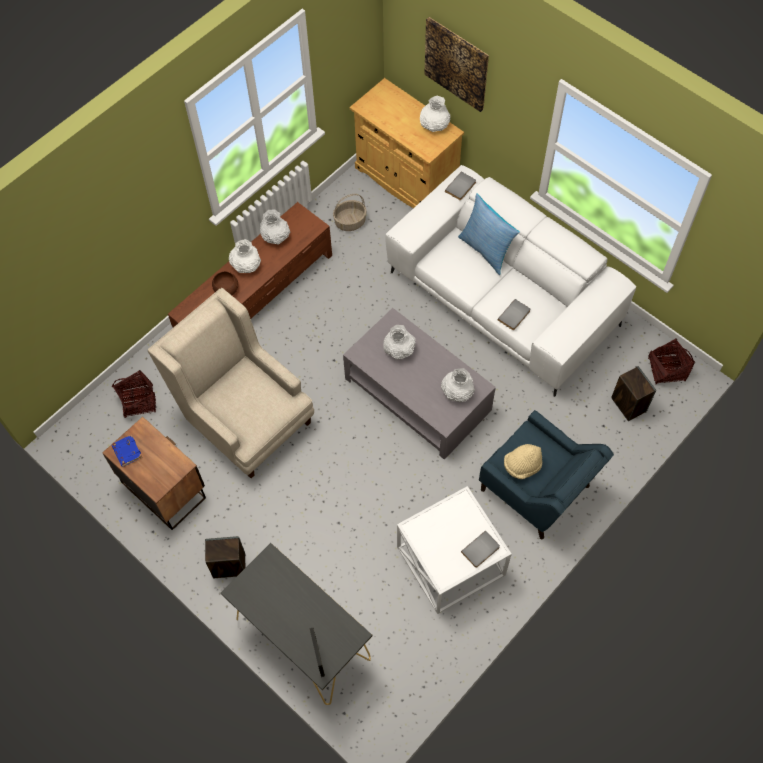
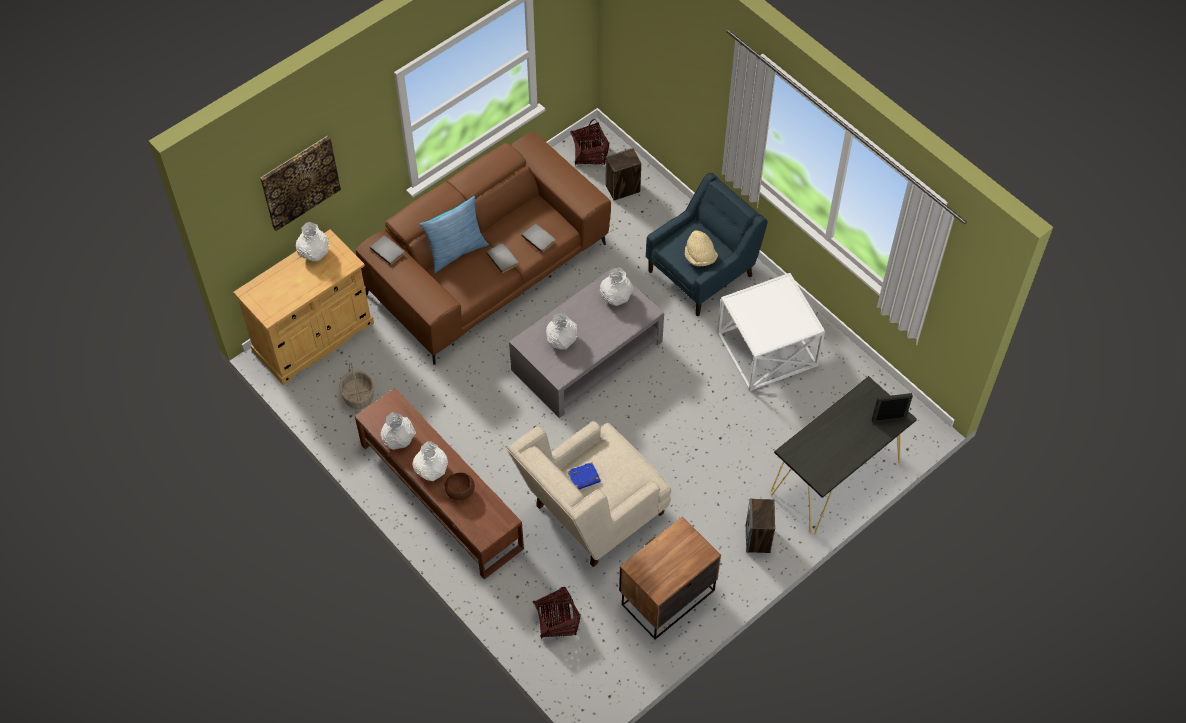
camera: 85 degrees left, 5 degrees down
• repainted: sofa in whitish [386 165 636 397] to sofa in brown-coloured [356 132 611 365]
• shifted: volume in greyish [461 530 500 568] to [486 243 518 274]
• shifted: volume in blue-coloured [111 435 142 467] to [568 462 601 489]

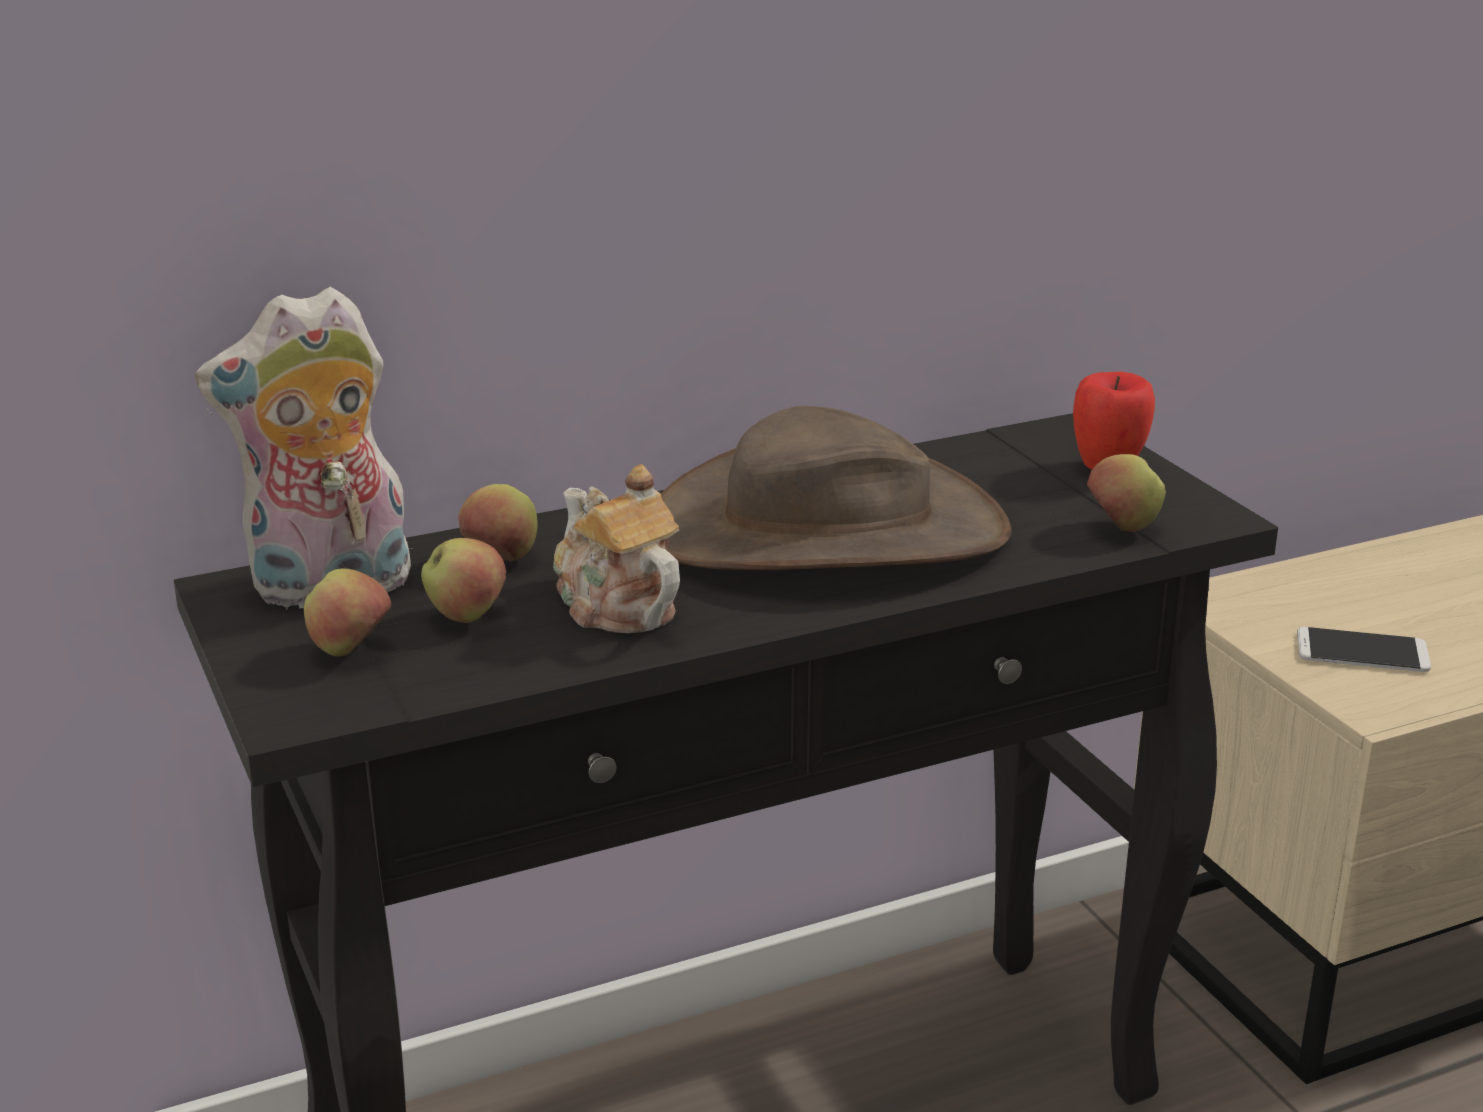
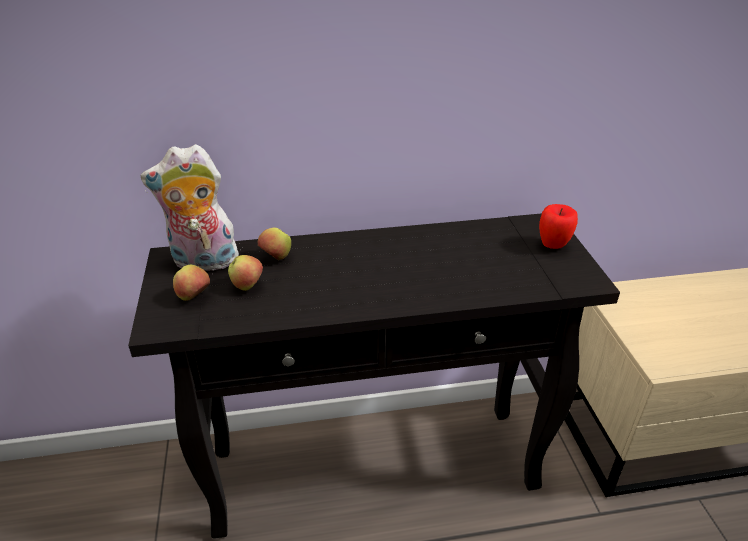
camera: 15 degrees right, 10 degrees up
• gone: tea pot [553 464 680 633]
• gone: clothing hat in brown-coloured [661 406 1012 570]
• gone: apple fruit [1087 454 1166 532]
• gone: telephone [1297 627 1431 672]

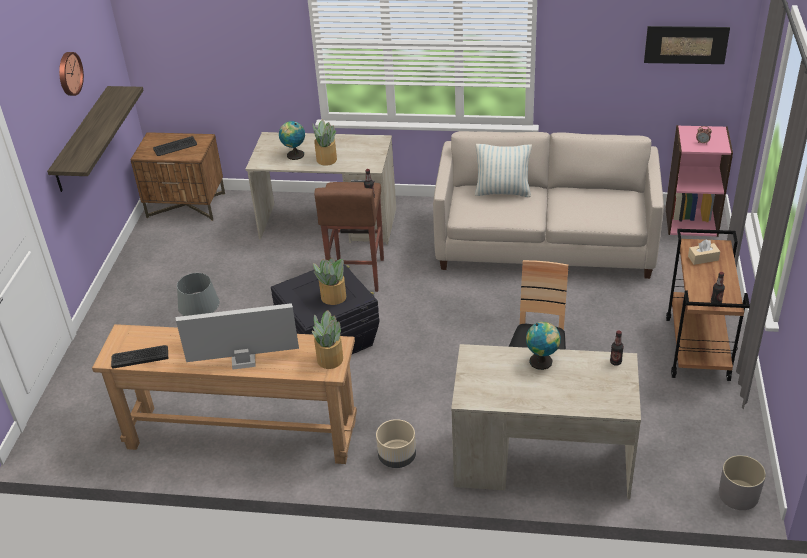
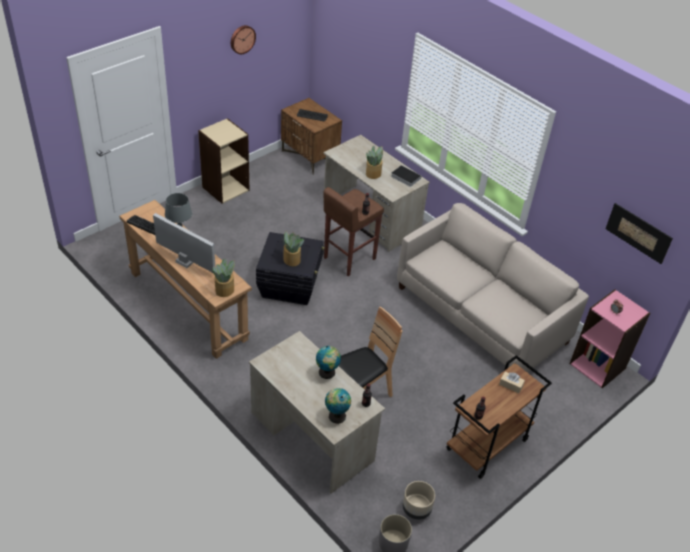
camera: 35 degrees right, 5 degrees up
• new: shelving unit in beige-coloured [198 118 250 204]
• shifted: world globe [279 121 305 160] to [325 388 351 424]
• new: volume [391 165 421 187]
• shifted: planter in beige-coloured [376 419 416 468] to [402 481 435 520]
• gone: bracket shelf [47 86 144 192]
• gone: throw pillow [475 144 532 197]

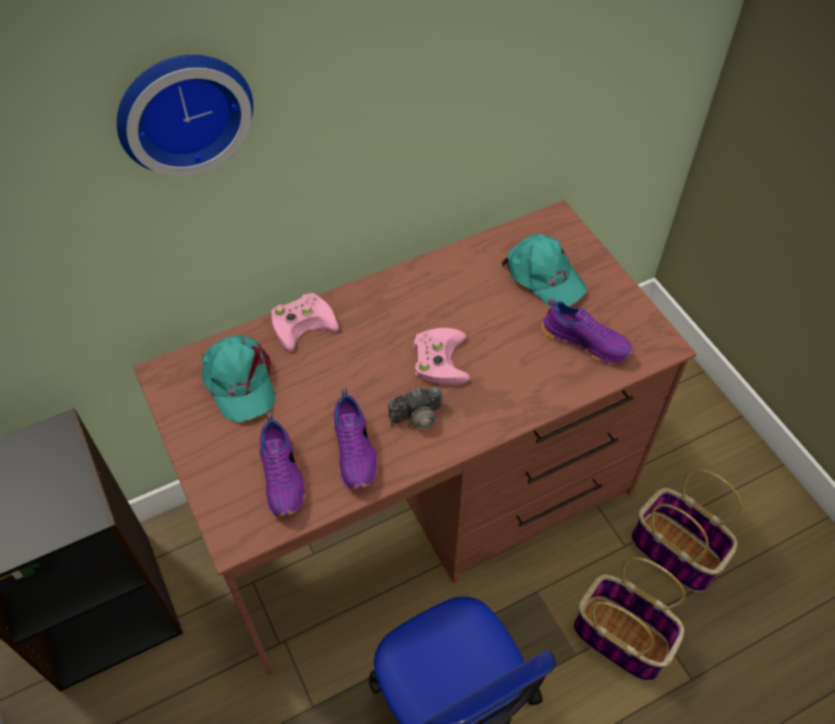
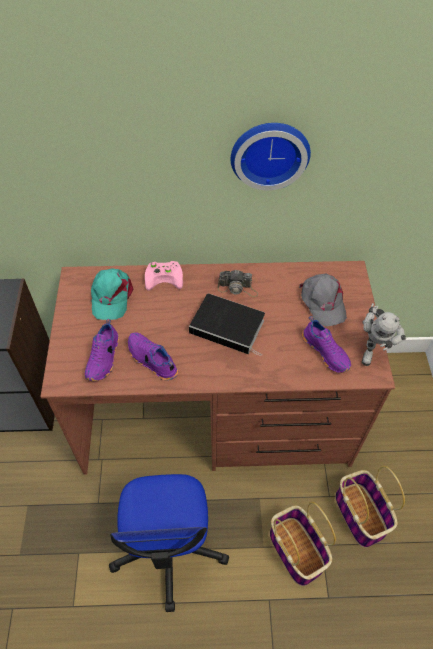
camera: 25 degrees right, 0 degrees up
• rotated: item of footwear in purplish [333 388 378 489] = [128 332 178 381] 120 degrees clockwise
• swapped: joypad in pink [414 328 470 384] to volume [189 293 265 356]
• shifted: photo camera [388 386 460 434] to [218 270 258 297]
• shifted: wall clock [117 55 253 176] to [231 123 311 190]
• repainted: cap in blue-green [501 234 587 306] to cap in greyish [299 274 347 327]
• new: robot figure [362 303 406 366]

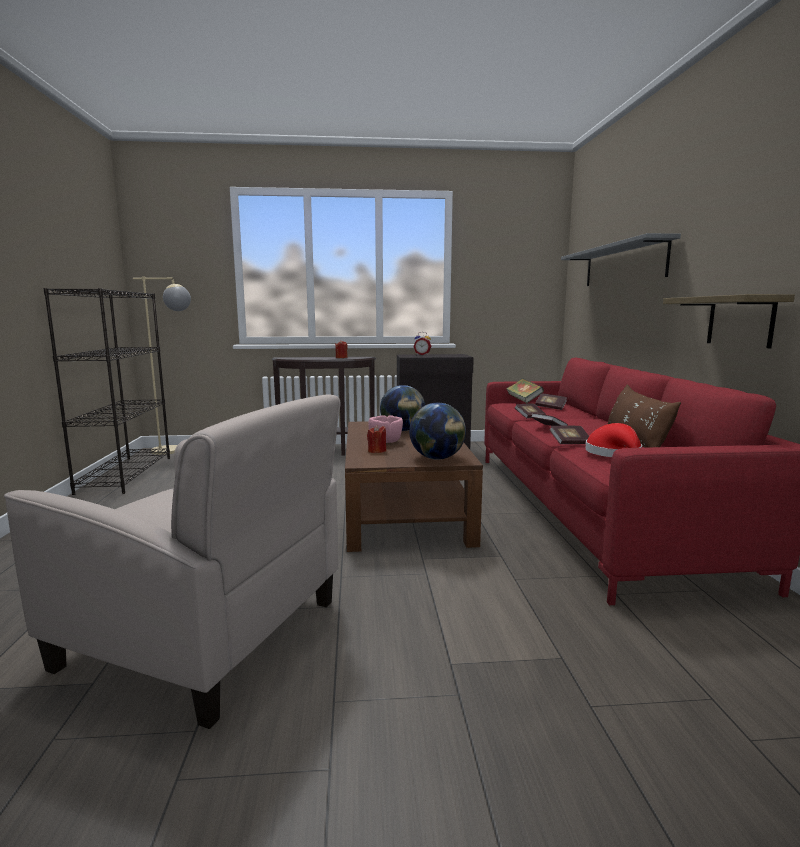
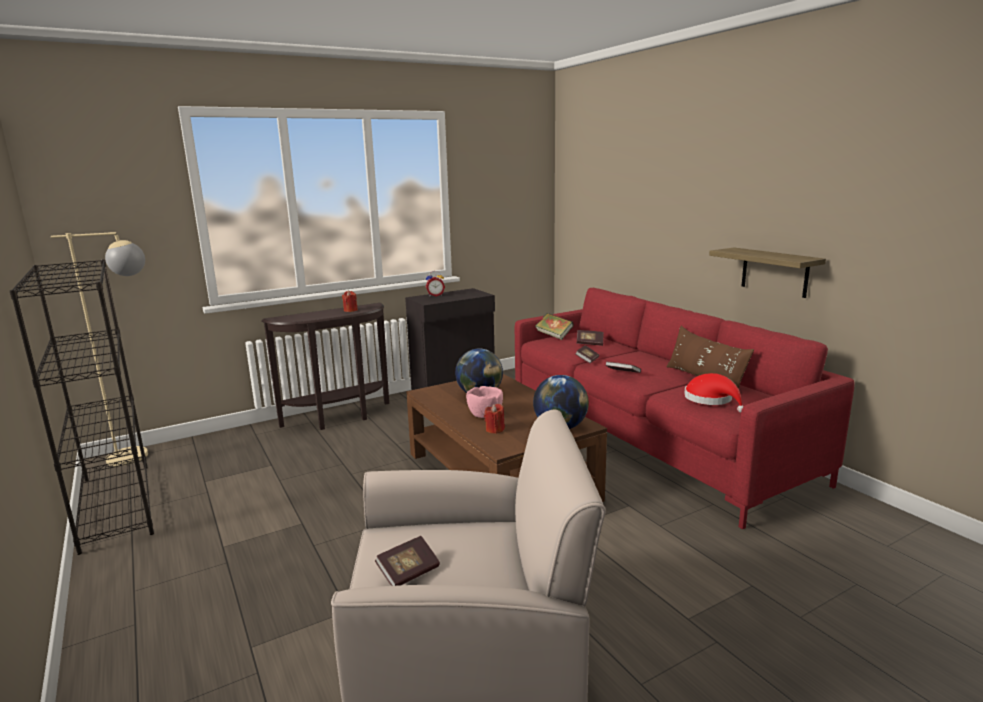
camera: 25 degrees left, 5 degrees up
• shifted: volume [550 426 589 444] to [375 536 440 586]
• gone: bracket shelf in greyish [561 233 681 286]

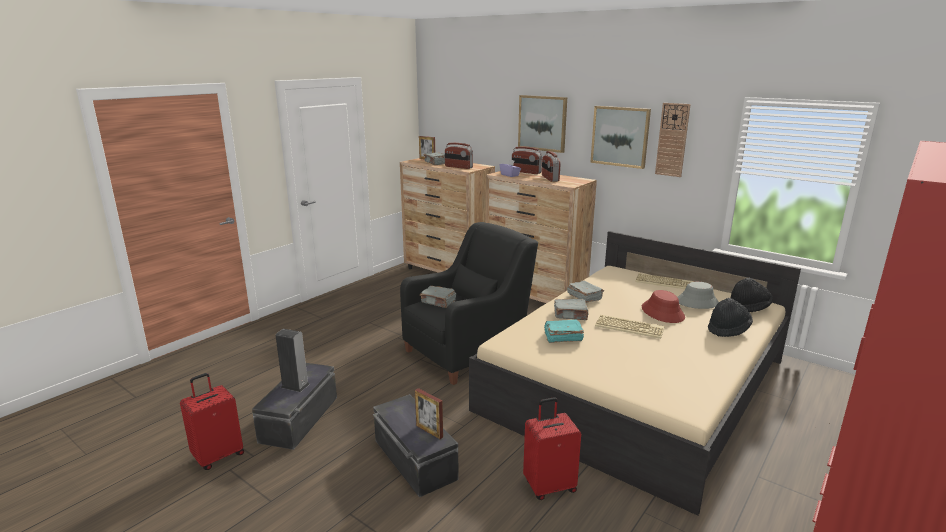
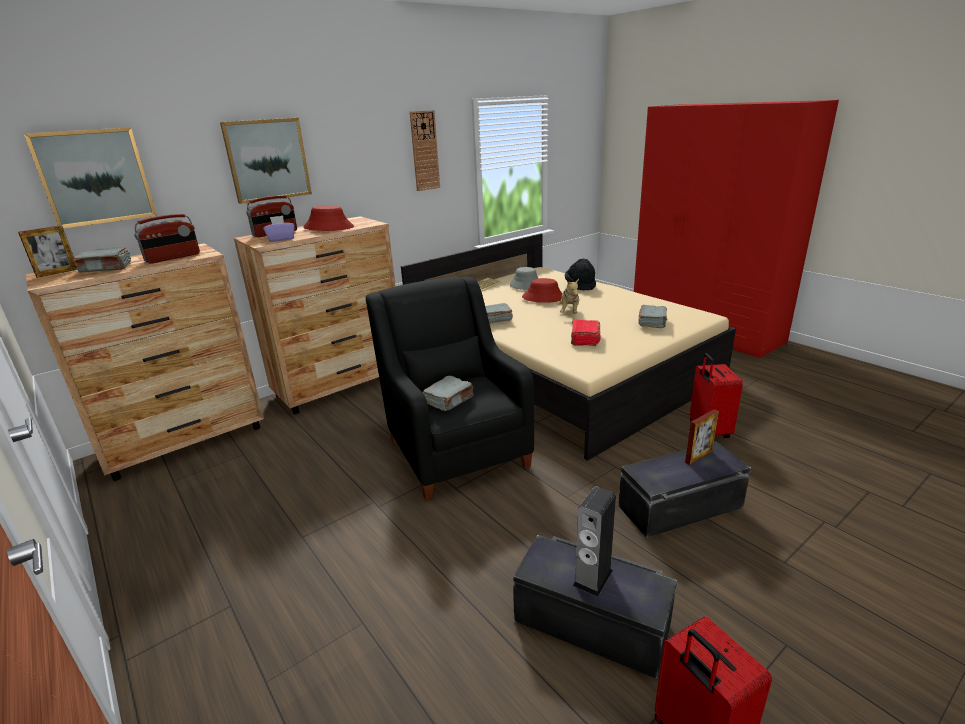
camera: 75 degrees left, 5 degrees up
• shifted: wall picture [590 106 651 169] to [24 127 157 228]
• swapped: radio receiver [542 151 561 182] to clothing hat in reddish [303 205 354 231]
• swapped: PC keyboard [595 315 664 339] to soft toy [557 279 579 314]
• repainted: volume in blue-green [544 320 584 343] to volume in reddish [571 320 601 346]
• shifted: volume in greyish [554 299 588 320] to [638 305 667 328]
• gone: clothing hat in black [731 278 773 312]

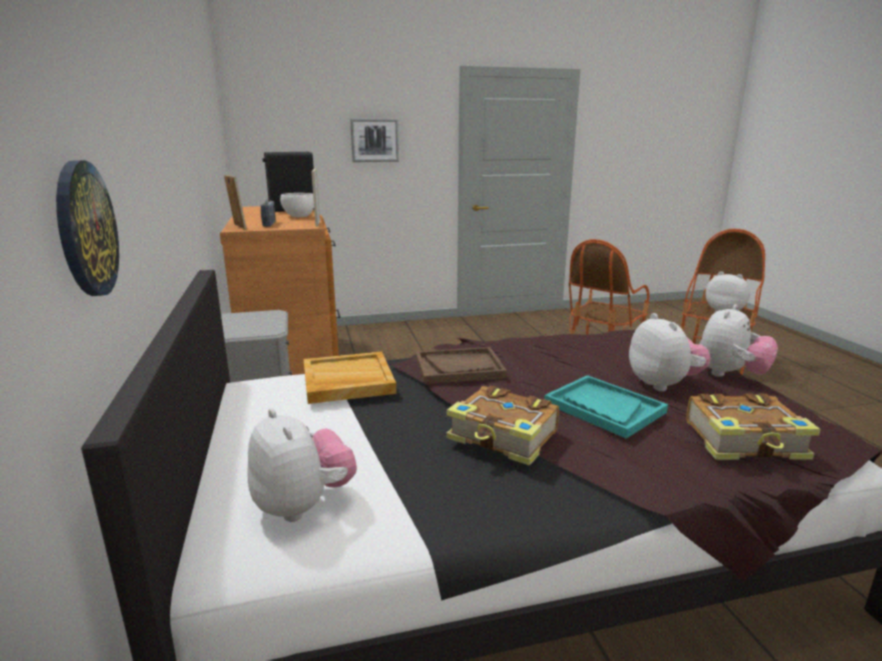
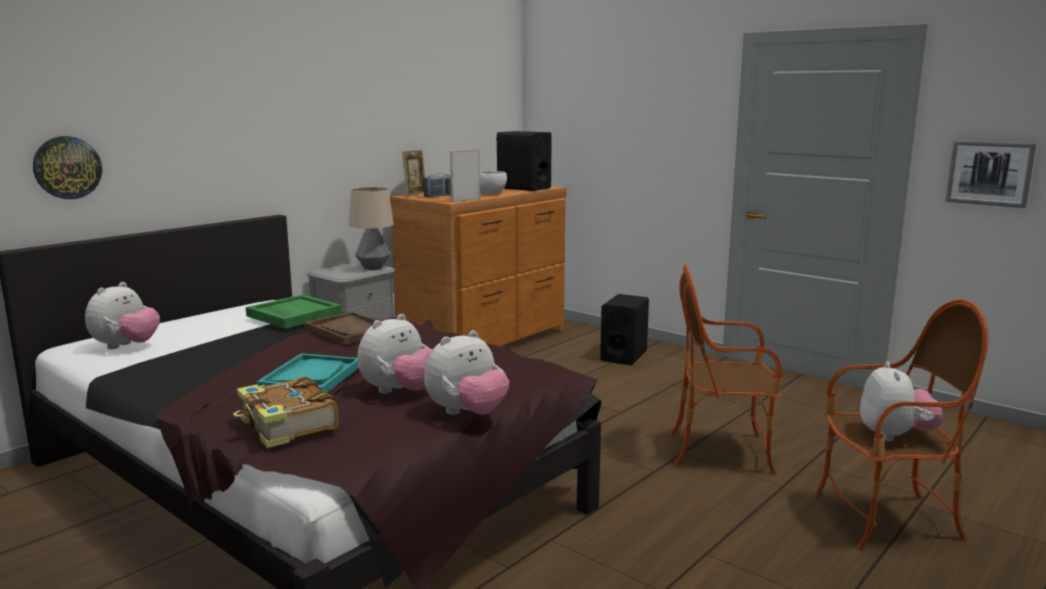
camera: 55 degrees right, 5 degrees down
• repainted: serving tray in beige-coloured [303 352 397 404] to serving tray in green [246 294 342 329]
• new: table lamp [349 187 394 270]
• rotated: soft toy [699 304 778 377] = [424 330 509 415] 45 degrees counterclockwise
• new: audio speaker in black [600 294 649 365]
• shifted: wall picture [350 119 399 162] to [945 140 1036 208]
• gone: volume [446 385 559 466]

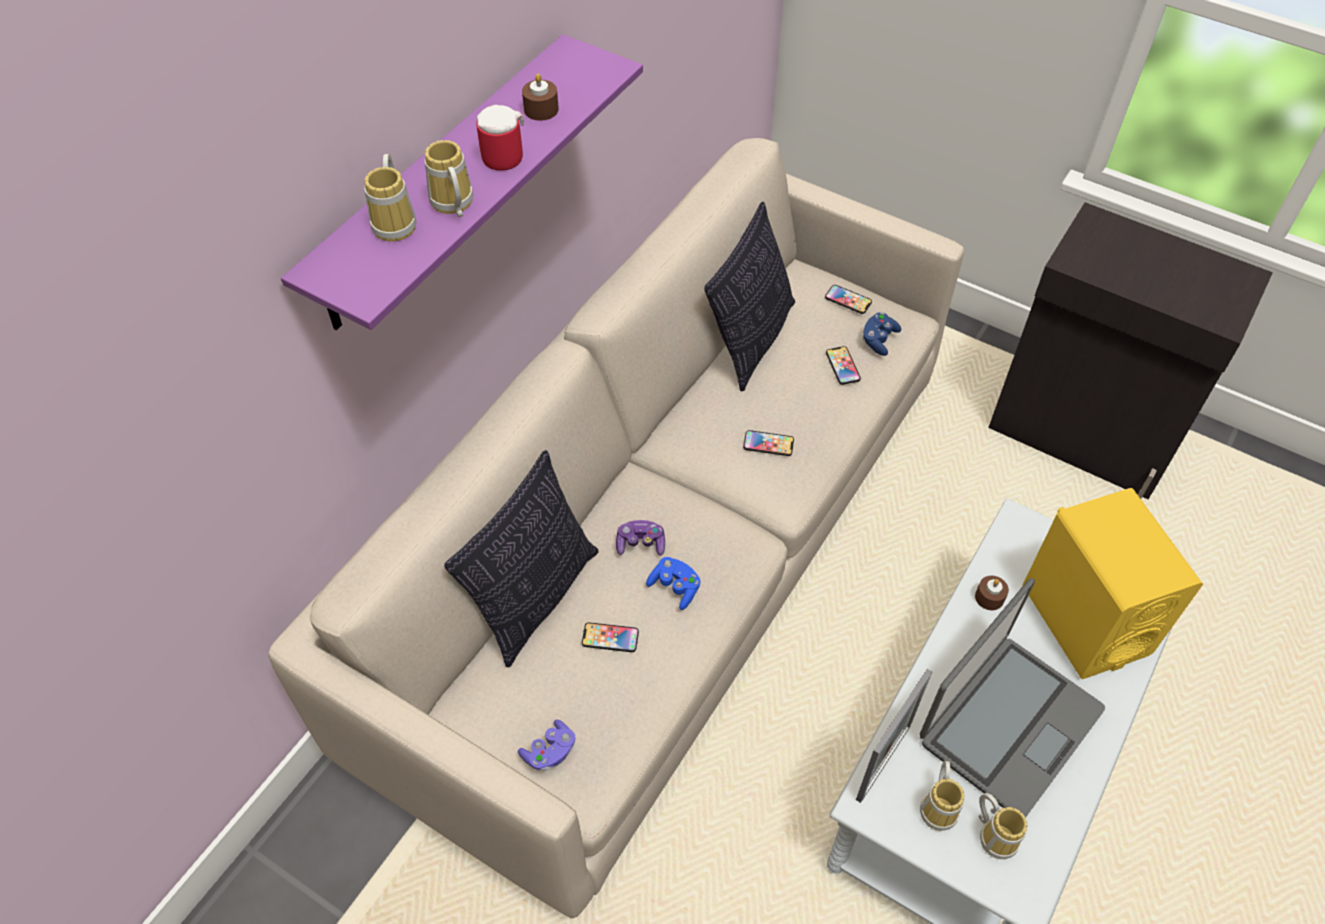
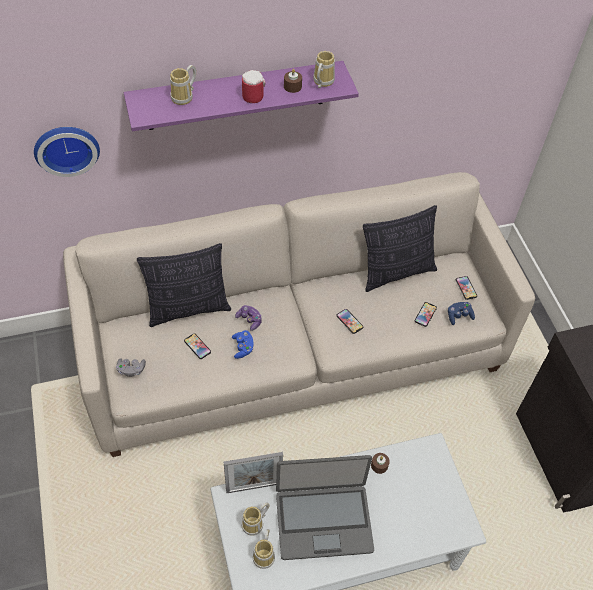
camera: 40 degrees right, 0 degrees up
• new: wall clock [34 127 100 177]
• repainted: joypad in purplish [518 720 575 771] to joypad in greyish [116 358 146 377]
• shifted: mug [424 140 473 217] to [313 51 335 88]
• gone: audio speaker in yellowish [1022 488 1203 679]

